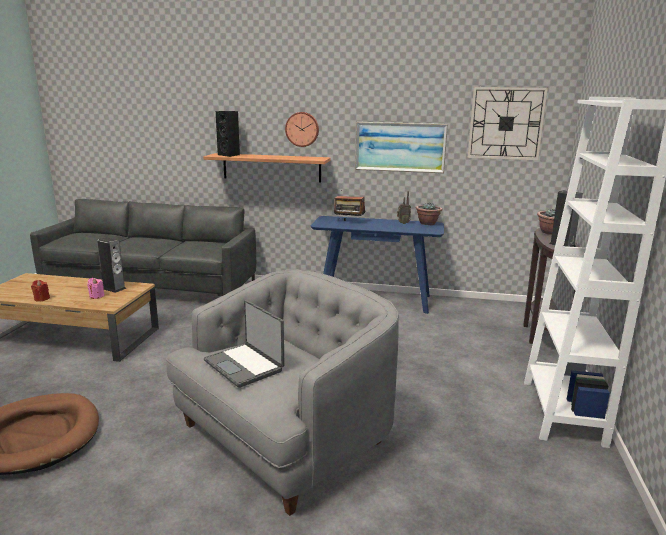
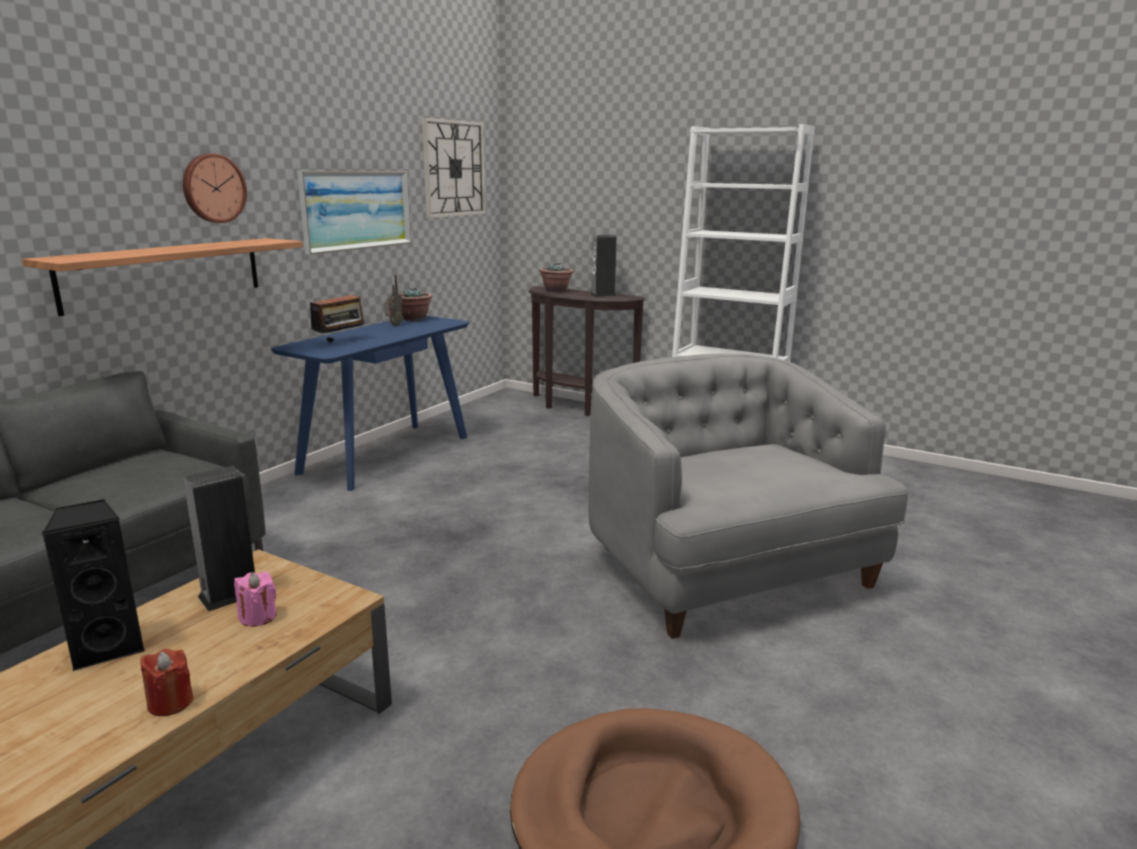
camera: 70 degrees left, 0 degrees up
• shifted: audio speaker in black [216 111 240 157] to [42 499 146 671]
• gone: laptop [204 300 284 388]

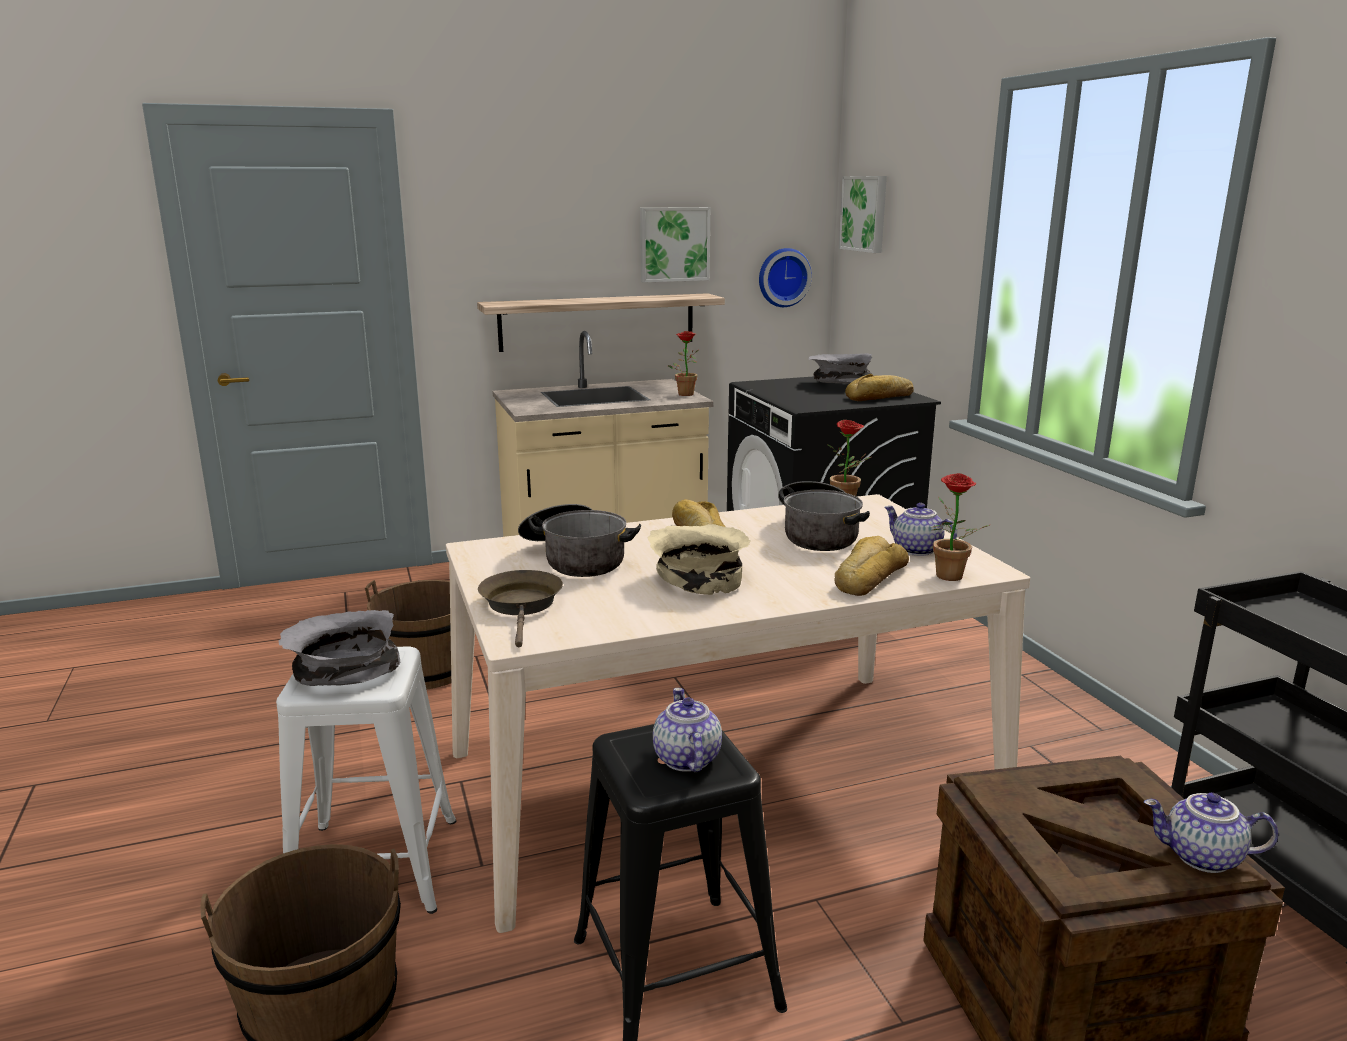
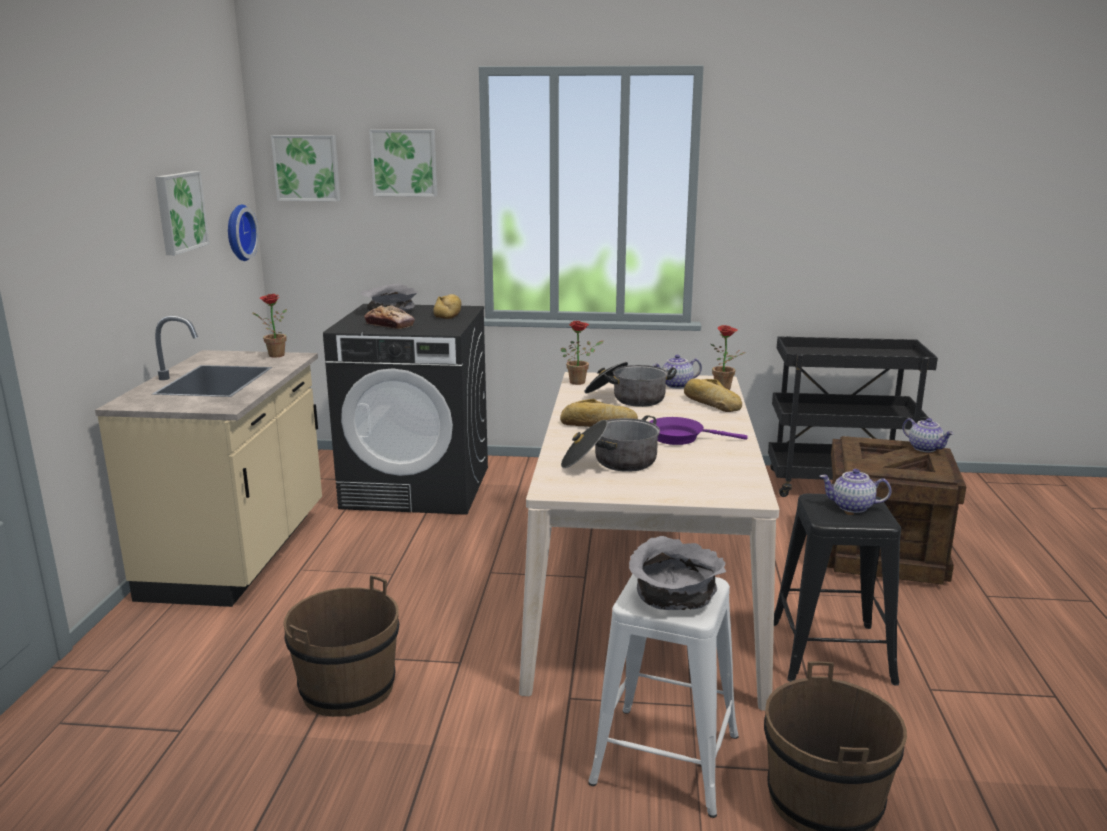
camera: 65 degrees left, 0 degrees up
• new: baked bread [364 305 415 329]
• new: wall picture [369 129 437 197]
• swapped: bowl in beige-coloured [647 524 751 595] to pan in purplish [649 417 748 445]
• rotated: tea pot [1144 793 1278 873] = [903 418 954 452] 75 degrees counterclockwise
• gone: bracket shelf [477 293 725 352]
• gone: pan in brown-coloured [478 570 563 648]

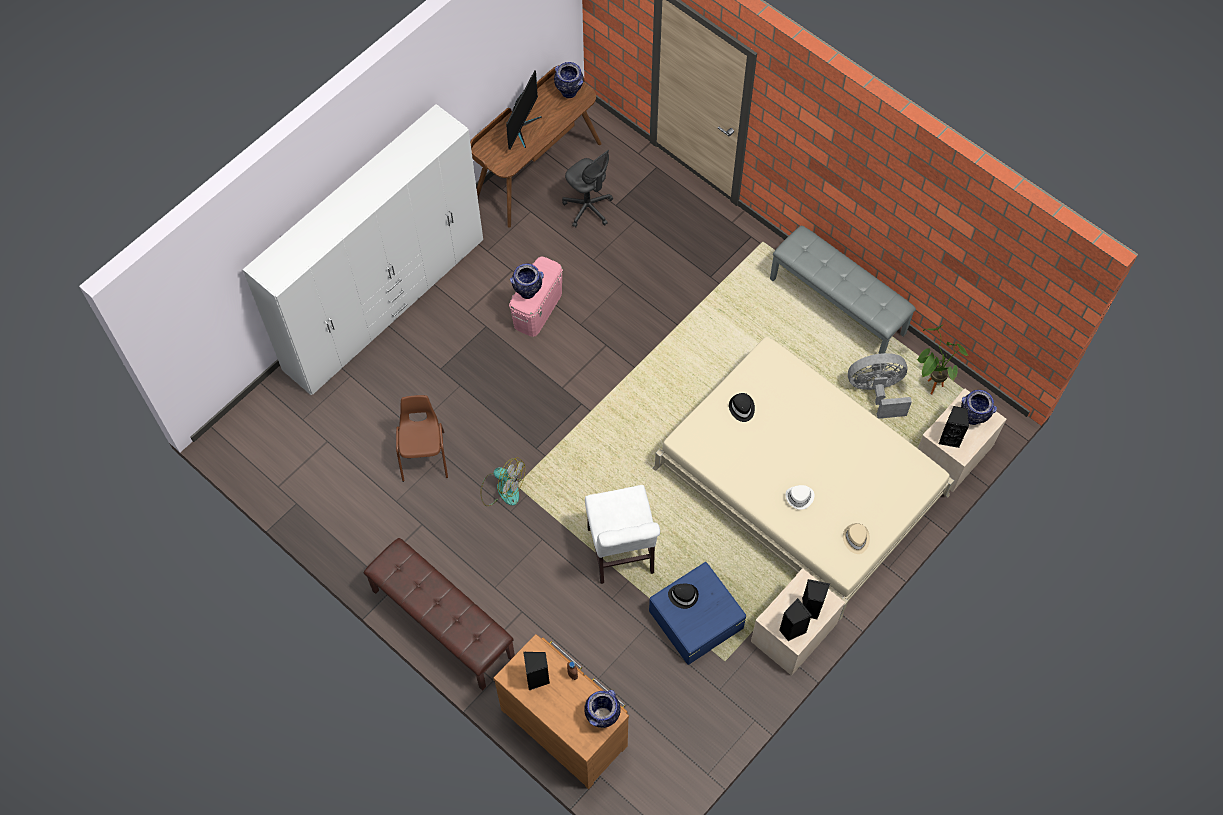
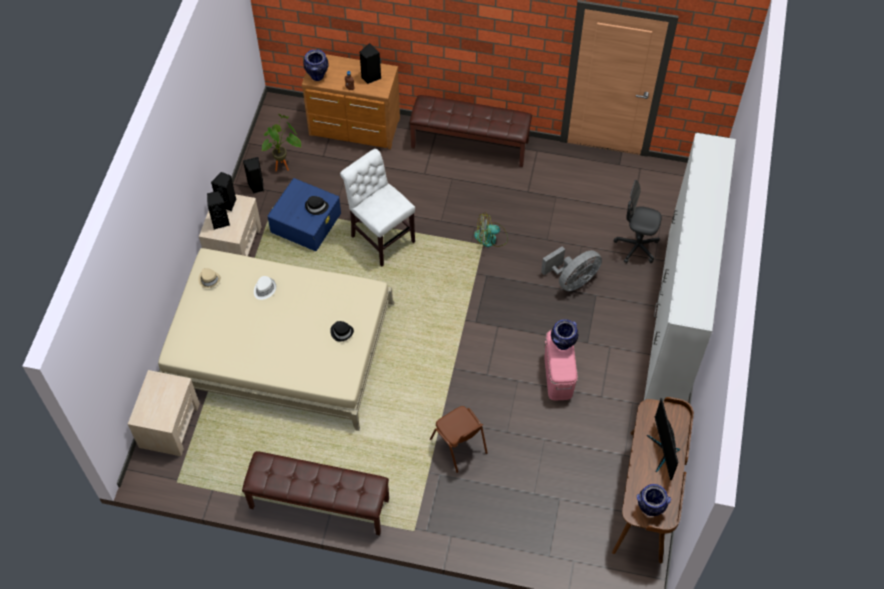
camera: 150 degrees right, 5 degrees down
• repainted: bench in greyish [770 226 916 354] to bench in brown-coloured [242 451 389 535]
• shifted: audio speaker in black [939 406 969 448] to [243 157 264 194]
• shifted: potted plant [917 325 968 395] to [262 114 301 172]
• shifted: upright chair in brown-coloured [396 395 448 482] to [430 406 488 473]
• shifted: electric fan in greyish [848 353 912 419] to [541 246 602 291]
• shifted: office chair in greyish [562 150 613 228] to [614 180 662 263]
• gone: vase [961 390 997 425]

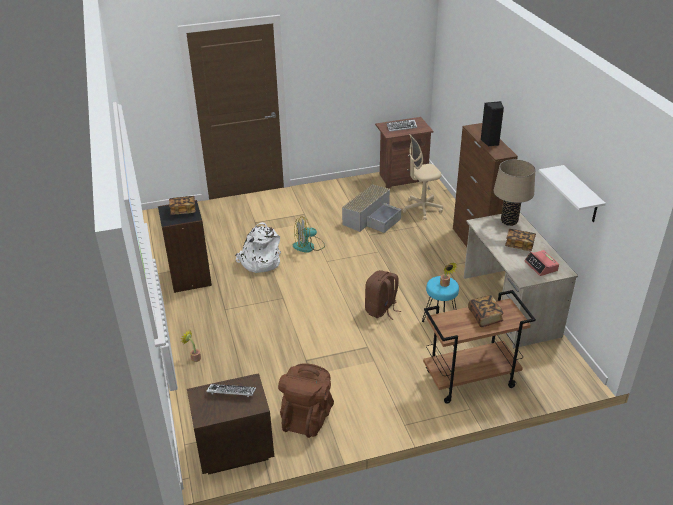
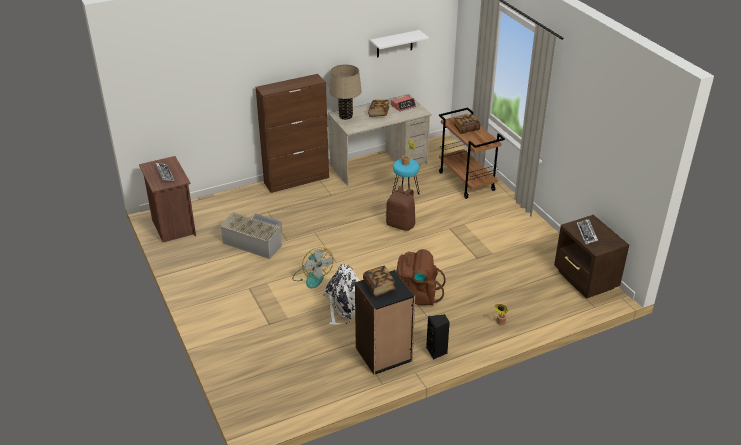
camera: 100 degrees left, 0 degrees up
• shifted: rucksack in brown-coloured [278 363 334 438] to [396 249 446 305]
• shifted: audio speaker in black [480 101 504 147] to [426 314 450 360]
• gone: office chair in beige-coloured [402 134 443 220]

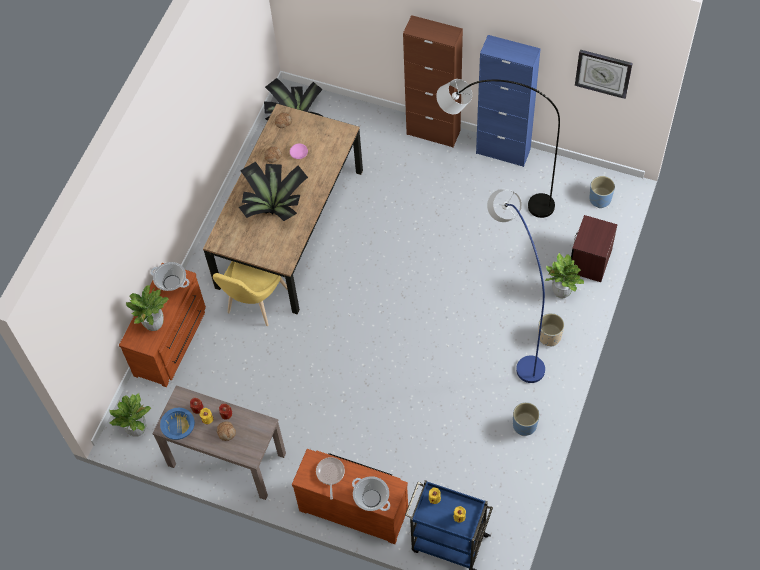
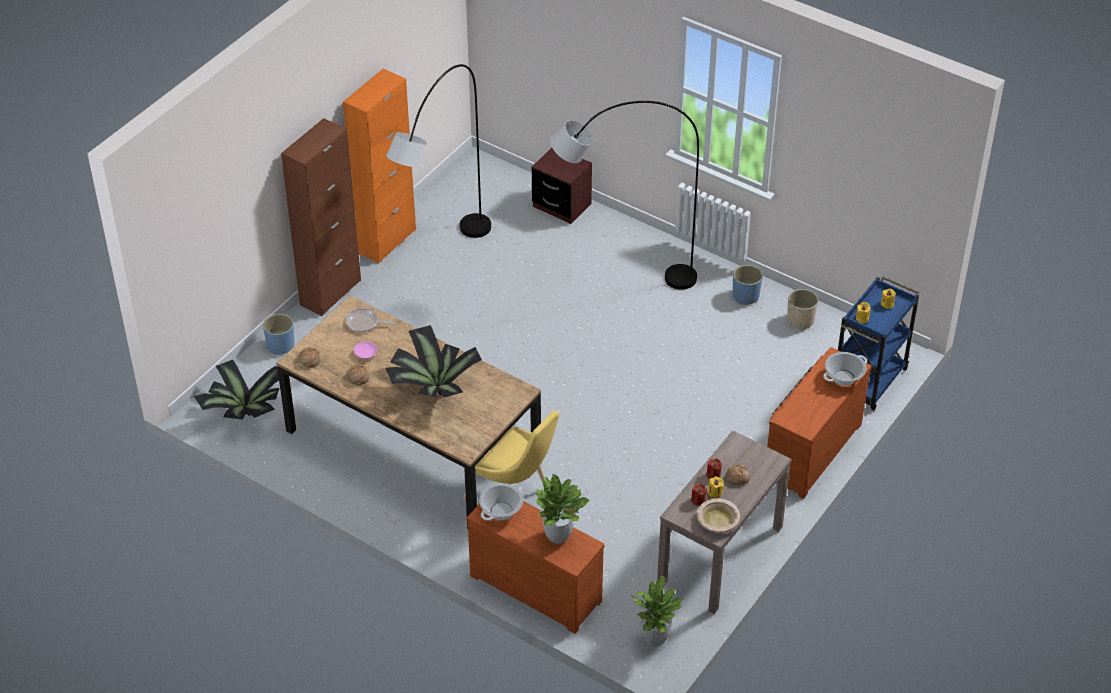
camera: 80 degrees left, 15 degrees down
• shifted: planter in blue-coloured [589 176 615 208] to [263 314 295 355]
• repainted: cupboard in blue-coloured [476 35 541 167] to cupboard in orange [343 69 416 263]
• shifted: pan [316 457 345 500] to [346 308 395 332]
• repainted: floor lamp in blue-coloured [487 189 545 383] to floor lamp in greyish [550 101 699 290]
• repainted: bowl in blue-coloured [160 408 195 440] to bowl in beige-coloured [697 498 740 533]
• shifted: planter in beige-coloured [538 313 564 346] to [787 289 818 330]
• gone: potted plant [545 253 584 298]
• gone: wall clock [575 50 633 99]

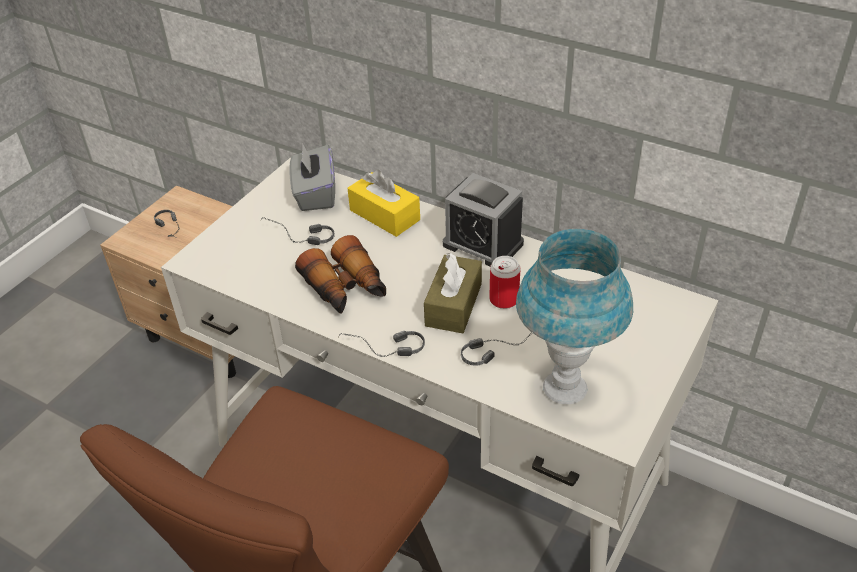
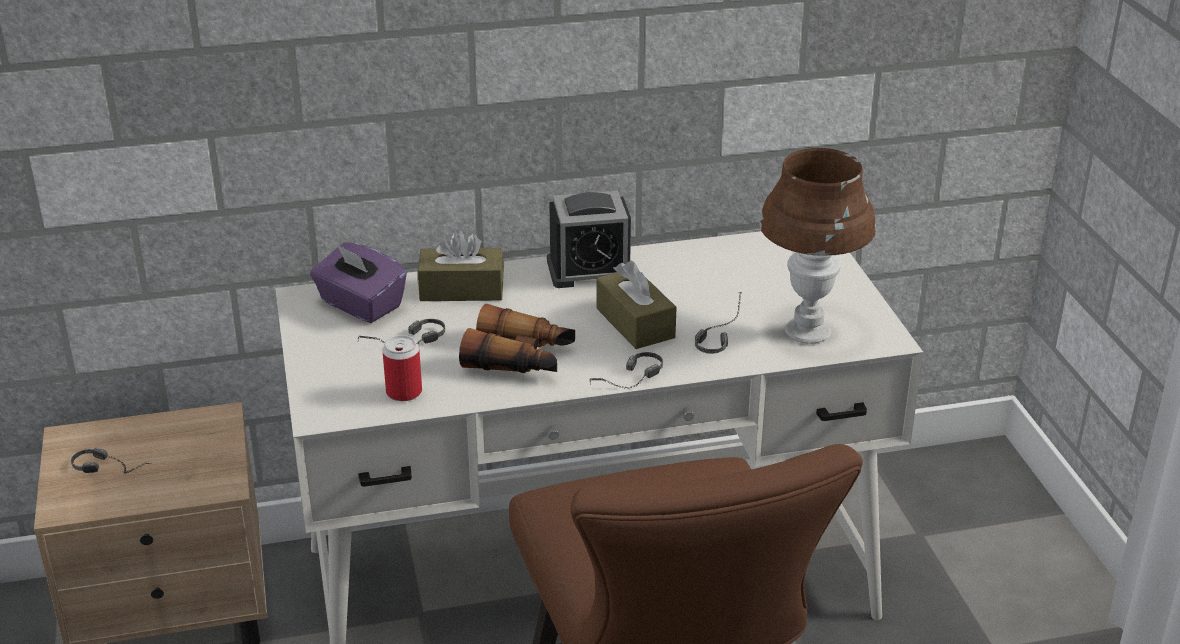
camera: 45 degrees left, 10 degrees down
• repainted: tissue holder in greyish [289 145 335 211] to tissue holder in purplish [310 242 407 323]
• shifted: can [489 256 520 309] to [382 335 422 401]
• repainted: tissue holder in yellowish [348 170 420 237] to tissue holder in brown-coloured [417 230 504 301]
• repainted: table lamp in blue-coloured [516 229 633 404] to table lamp in brown-coloured [759 148 876 344]

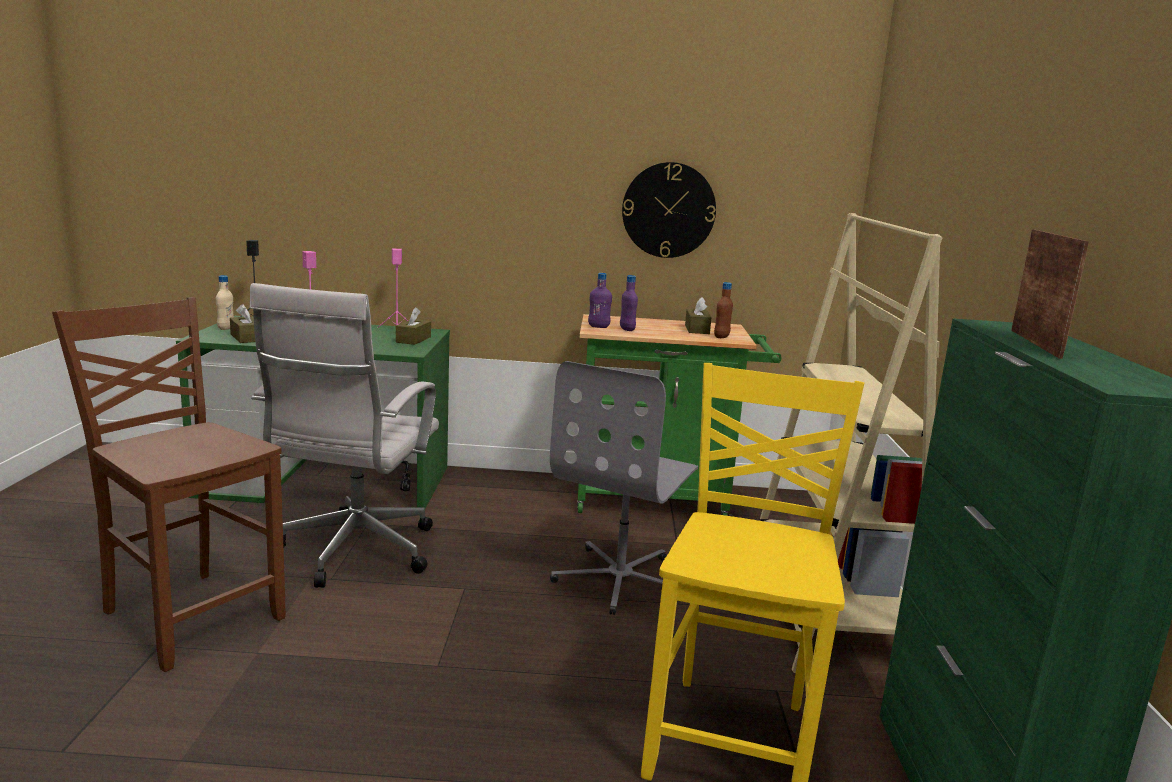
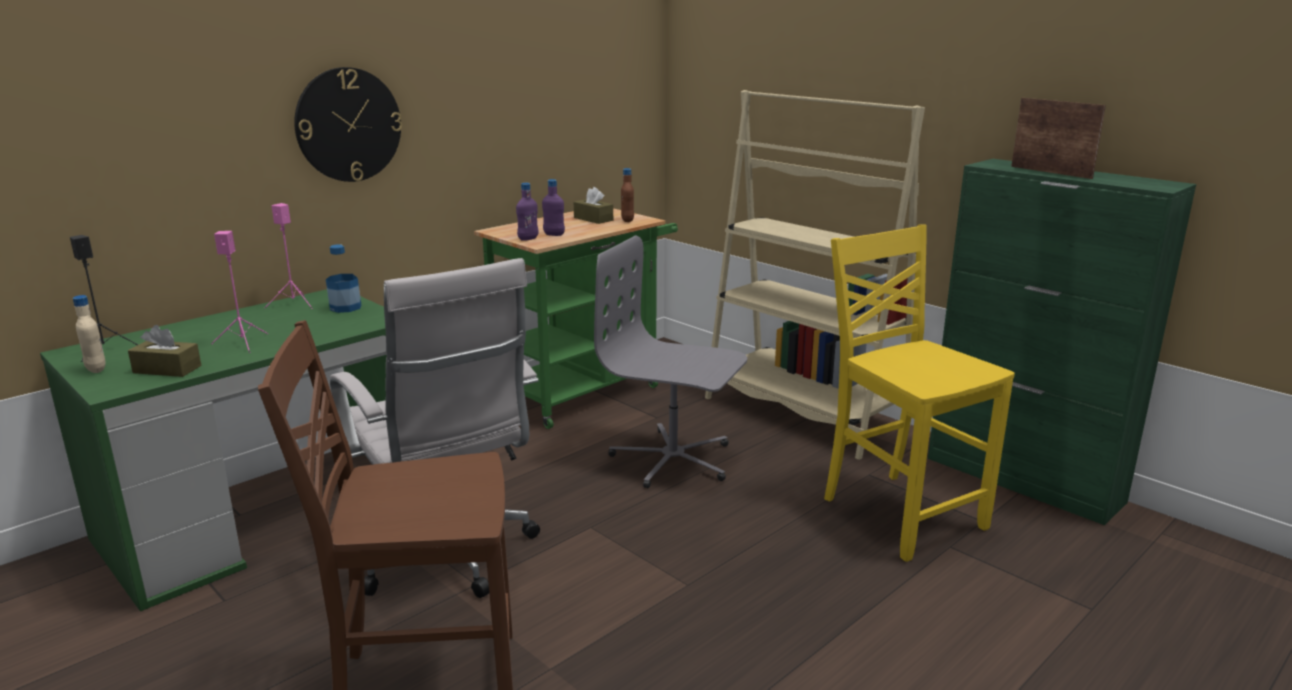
camera: 45 degrees left, 5 degrees up
• shifted: wall clock [622 162 716 258] to [294 67 402 182]
• swapped: tissue holder in brown-coloured [396 307 431 345] to beverage bottle [326 244 361 313]
• rotated: office chair in greyish [550 361 698 615] = [594 236 747 489] 135 degrees clockwise

